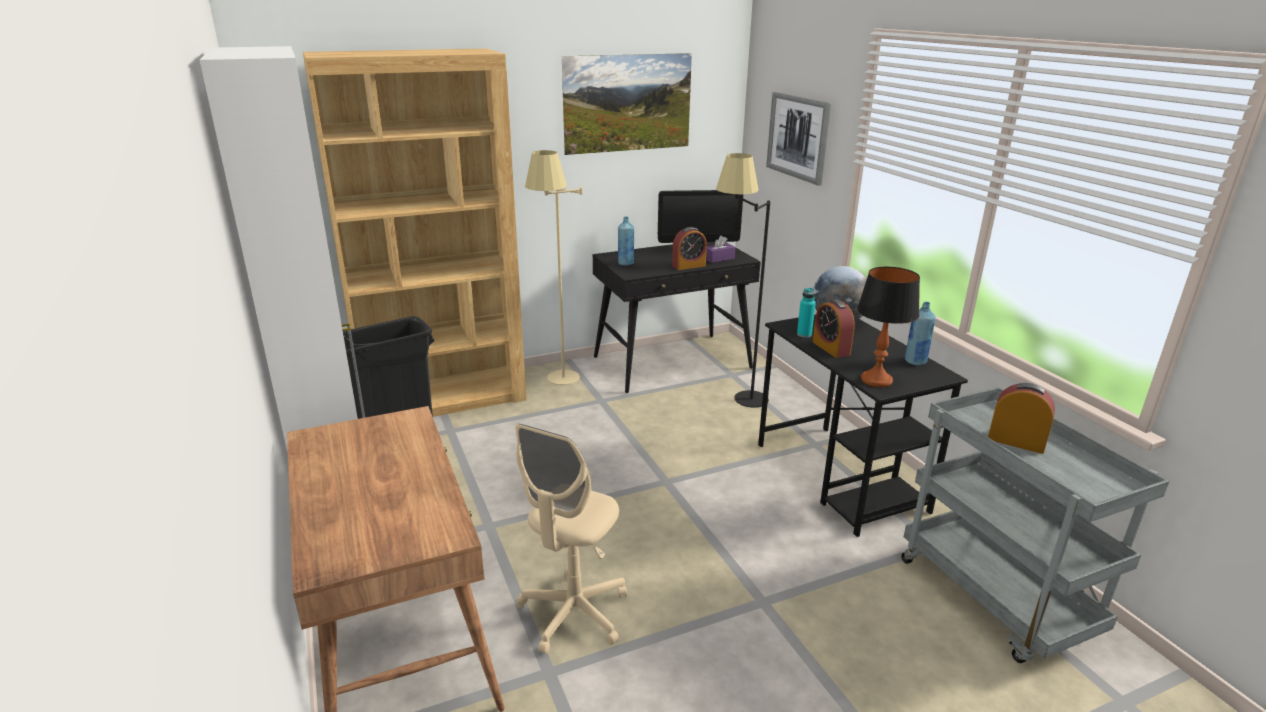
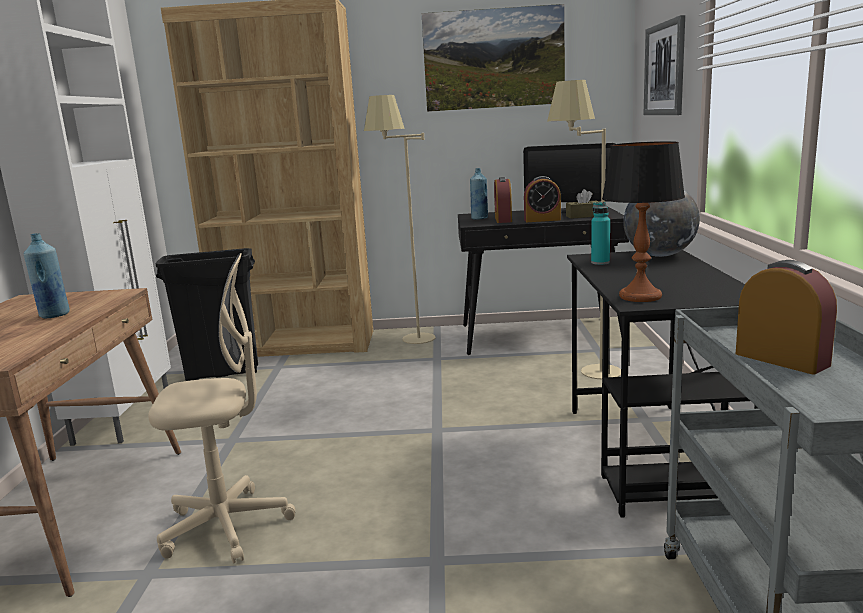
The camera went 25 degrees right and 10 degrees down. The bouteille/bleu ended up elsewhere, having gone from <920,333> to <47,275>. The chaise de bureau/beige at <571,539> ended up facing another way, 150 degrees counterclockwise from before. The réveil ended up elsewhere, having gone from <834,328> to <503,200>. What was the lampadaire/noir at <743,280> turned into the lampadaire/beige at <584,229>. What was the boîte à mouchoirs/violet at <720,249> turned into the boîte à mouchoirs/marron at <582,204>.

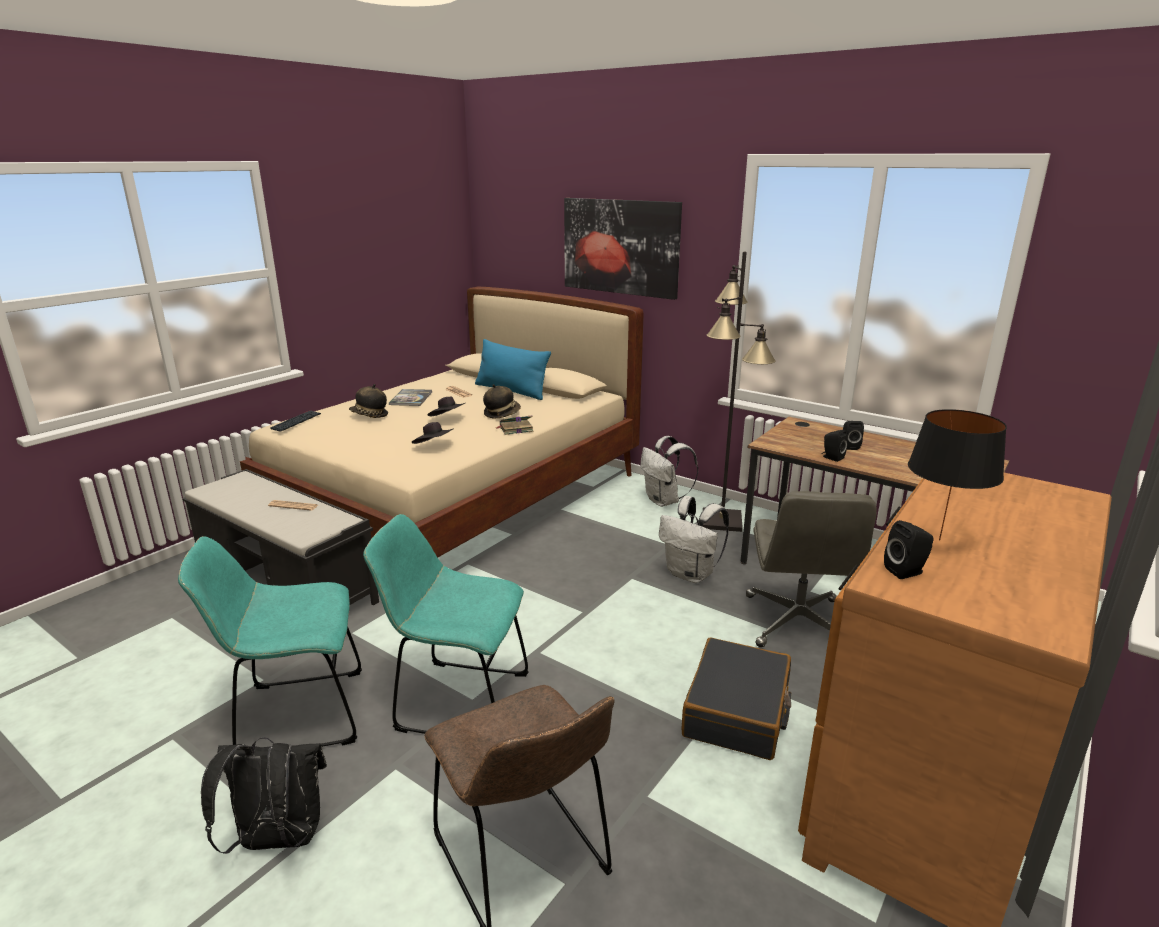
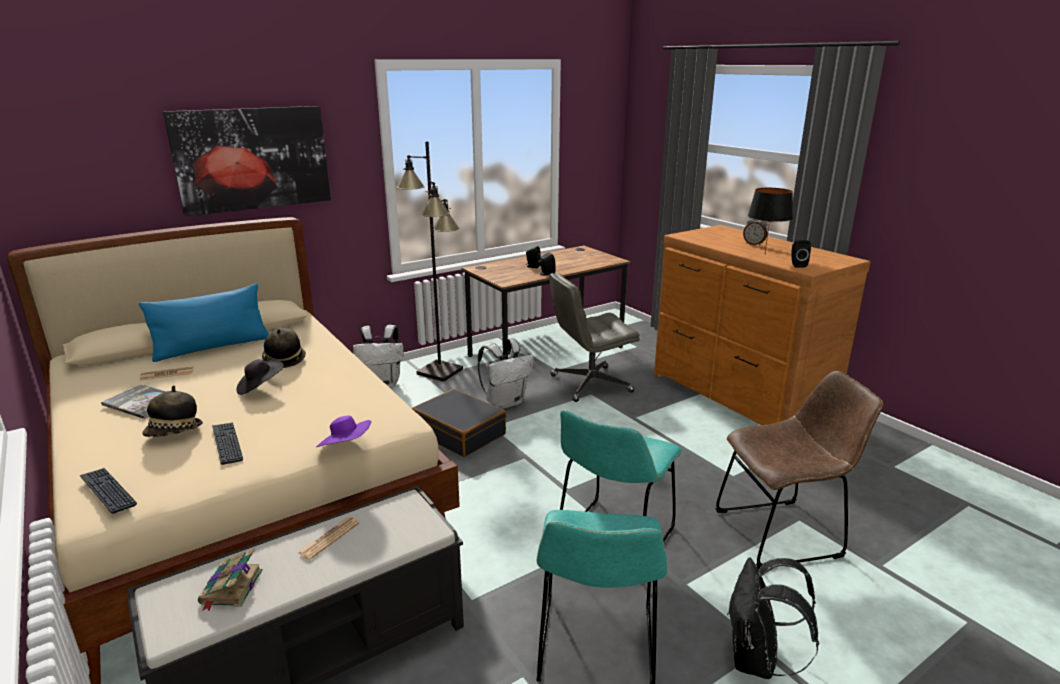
The camera went 70 degrees left and 0 degrees up. The livre ended up elsewhere, having gone from <514,425> to <230,580>. The second view gained the clavier at <227,443>. The second view gained the chapeau/violet at <343,431>. The valise/noir ended up elsewhere, having gone from <736,699> to <459,423>. The chaise de bureau/gris at <811,569> ended up facing another way, 135 degrees clockwise from before. The second view gained the réveil at <755,232>. The second view lost the chapeau/noir at <433,433>.

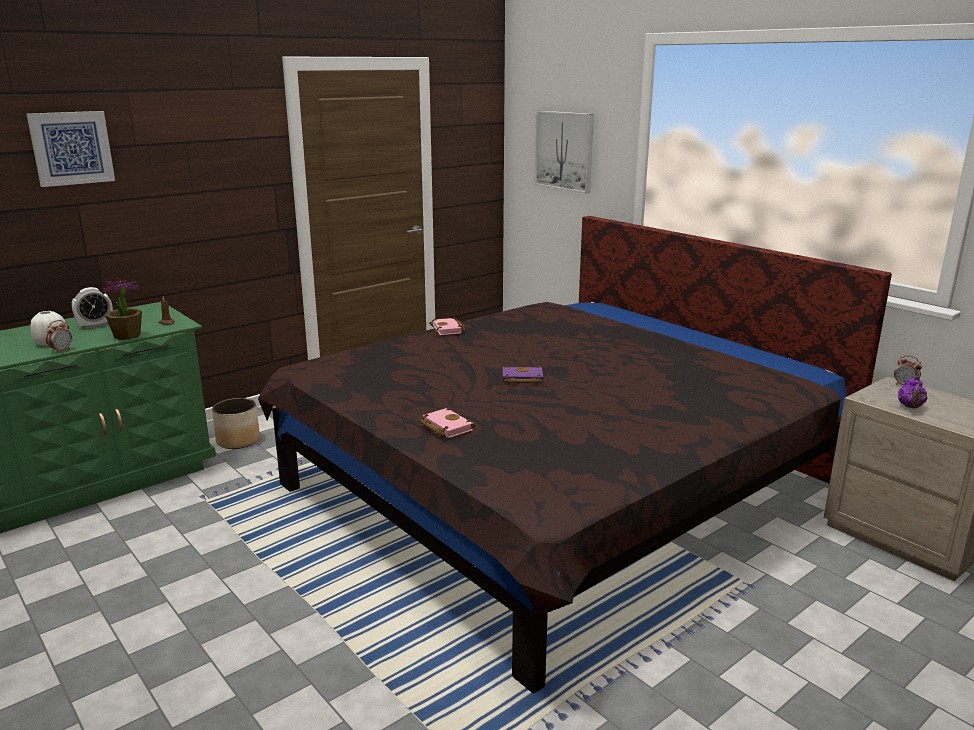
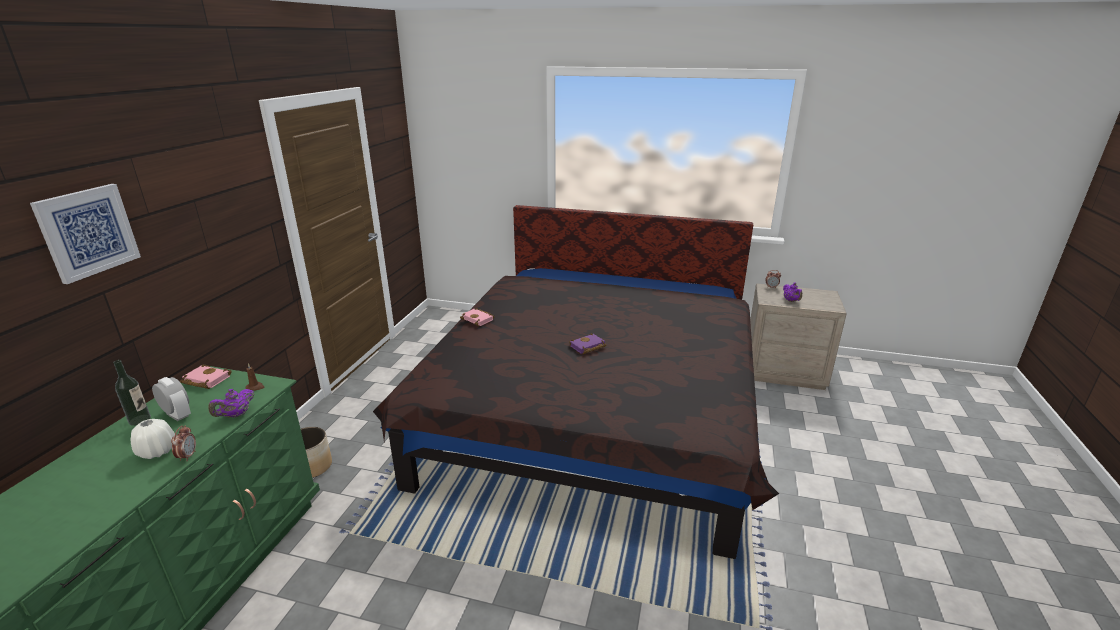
The camera went 35 degrees left and 5 degrees up. The second view gained the bouteille at <132,393>. The réveil at <92,308> ended up facing another way, 75 degrees counterclockwise from before. The livre/rose ended up elsewhere, having gone from <447,422> to <206,377>. Where the plante en pot stood at <122,310>, the théière/violet came to stand at <231,403>. The second view lost the tableau at <564,152>.

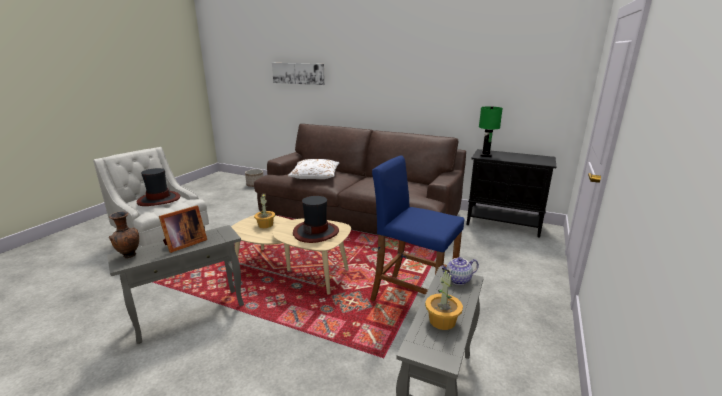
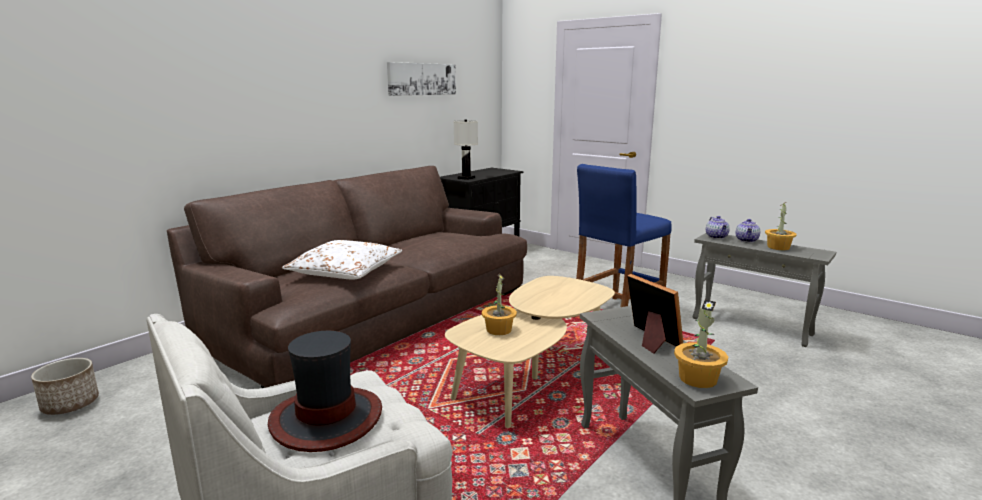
The camera went 75 degrees left and 5 degrees down. The tableau ended up elsewhere, having gone from <298,74> to <421,79>. What was the lampe de table/vert at <491,131> turned into the lampe de table/blanc at <466,150>. Where the vase/marron stood at <124,234>, the plante en pot came to stand at <701,343>. The second view gained the théière at <748,231>. The second view lost the chapeau at <316,219>.

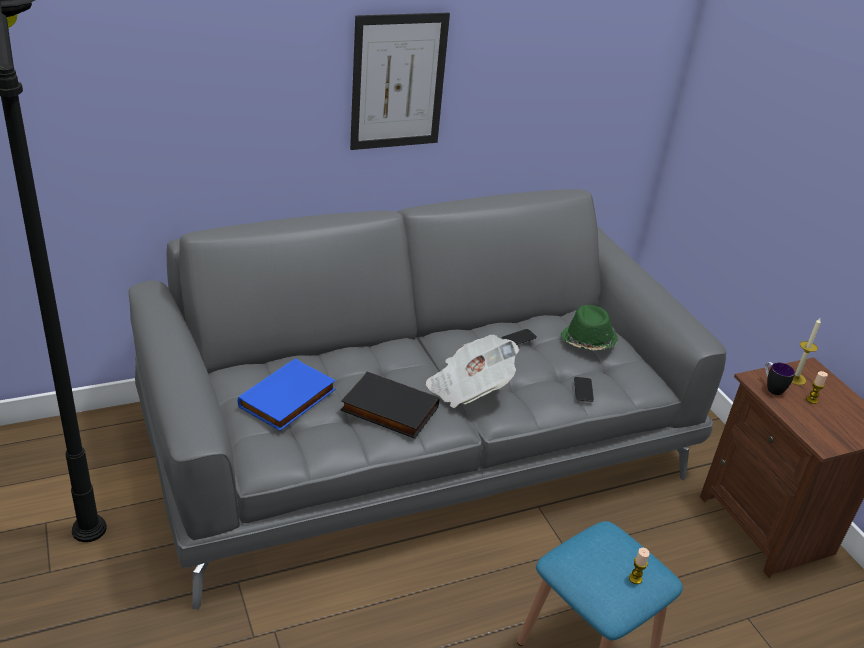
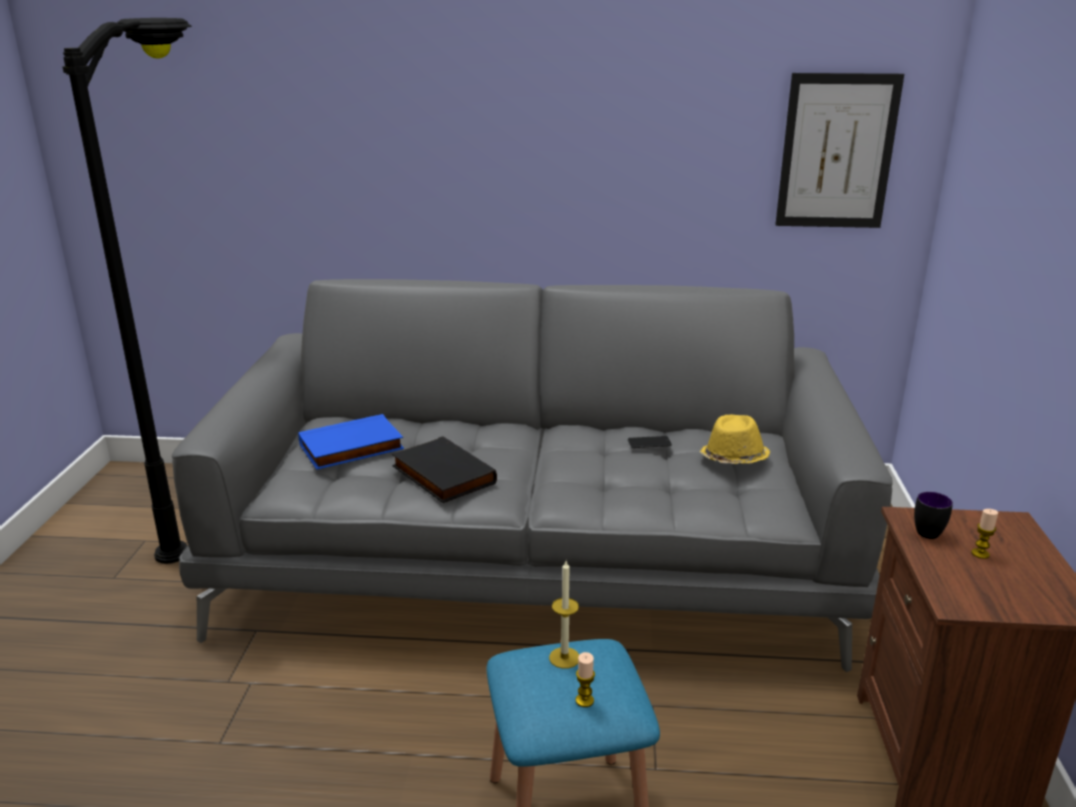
The camera went 30 degrees right and 10 degrees down. The bougie ended up elsewhere, having gone from <806,351> to <564,615>. What was the chapeau/vert at <589,327> turned into the chapeau/jaune at <735,439>. The tableau ended up elsewhere, having gone from <400,81> to <839,150>. The second view lost the journal at <472,371>. The second view lost the téléphone at <584,389>.

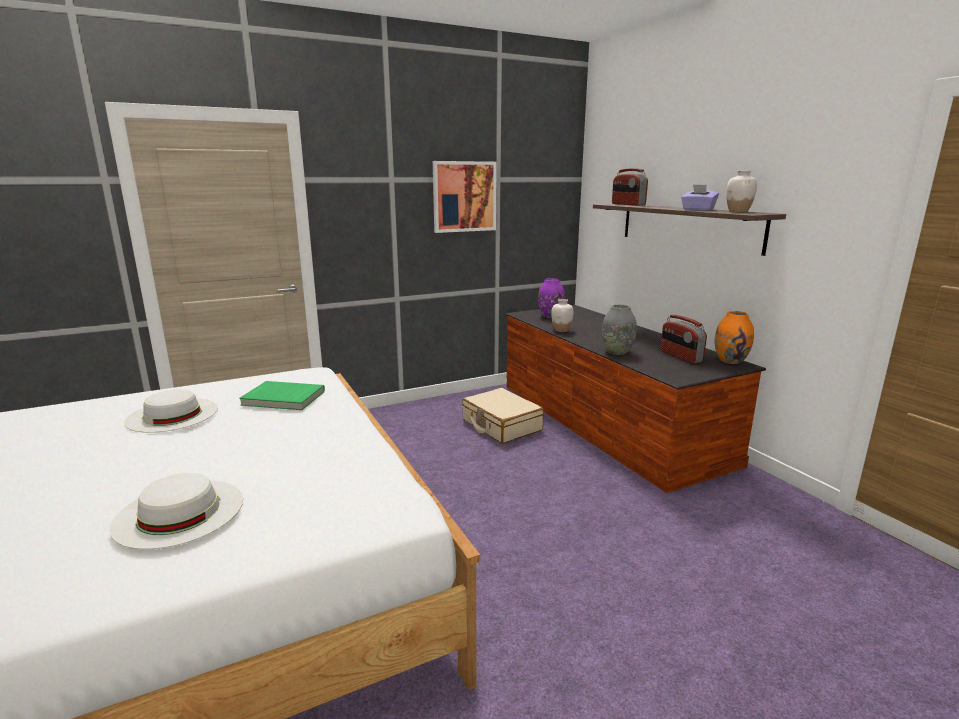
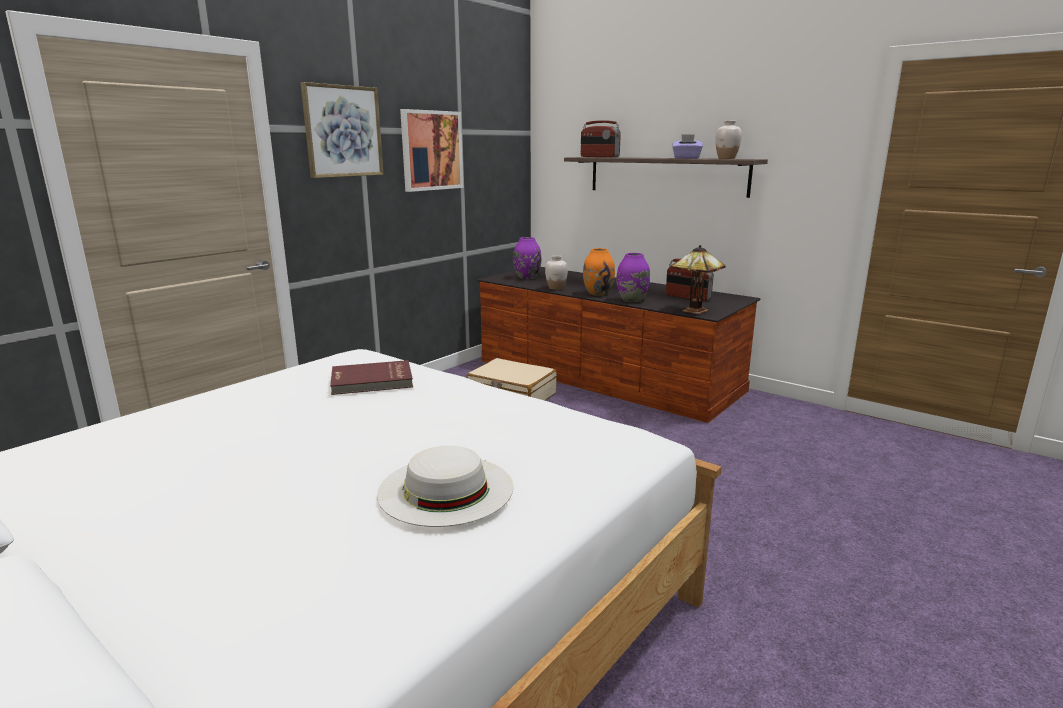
The camera went 25 degrees left and 0 degrees up. The second view gained the tableau at <342,130>. What was the livre/vert at <282,395> turned into the livre/rouge at <371,377>. The vase/orange ended up elsewhere, having gone from <734,337> to <599,272>. What was the vase/gris at <619,329> turned into the vase/violet at <633,277>. The second view gained the lampe de table at <698,279>. The second view lost the chapeau/blanc at <171,411>.

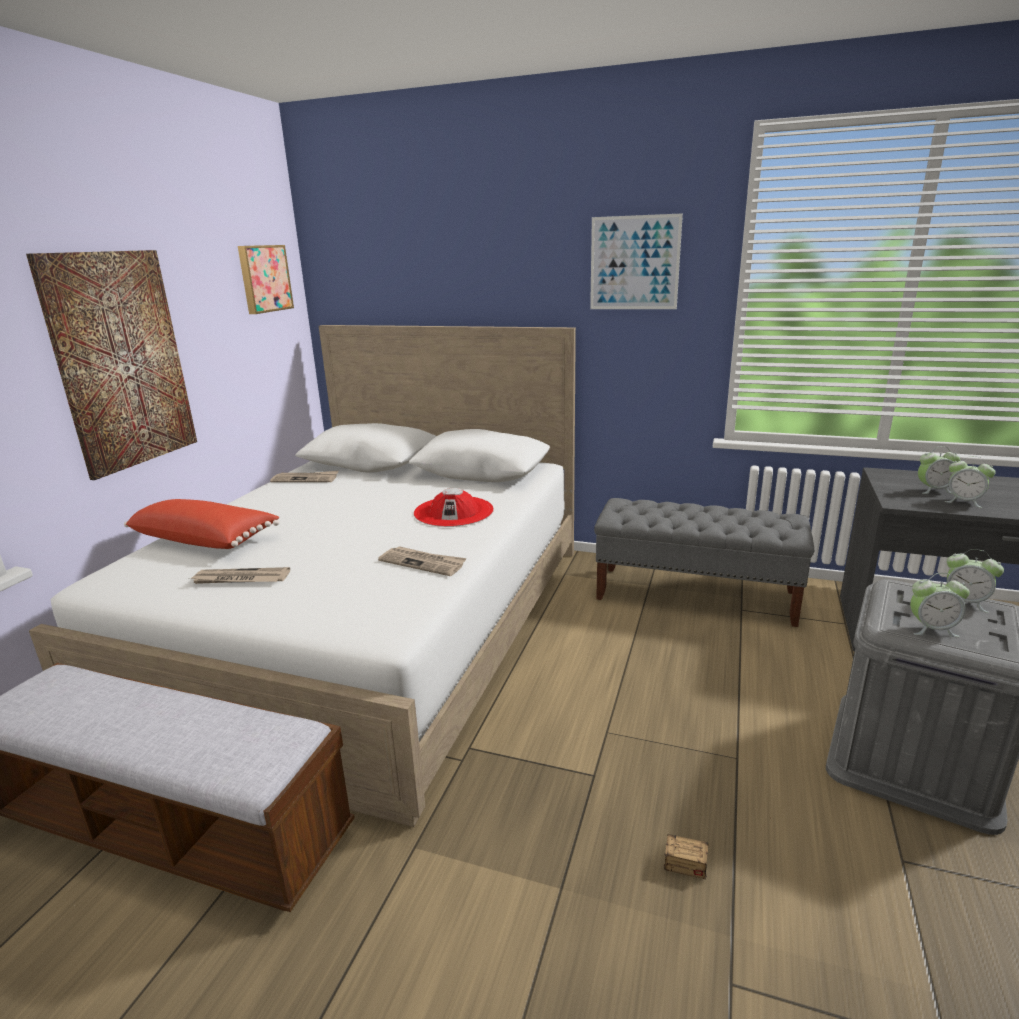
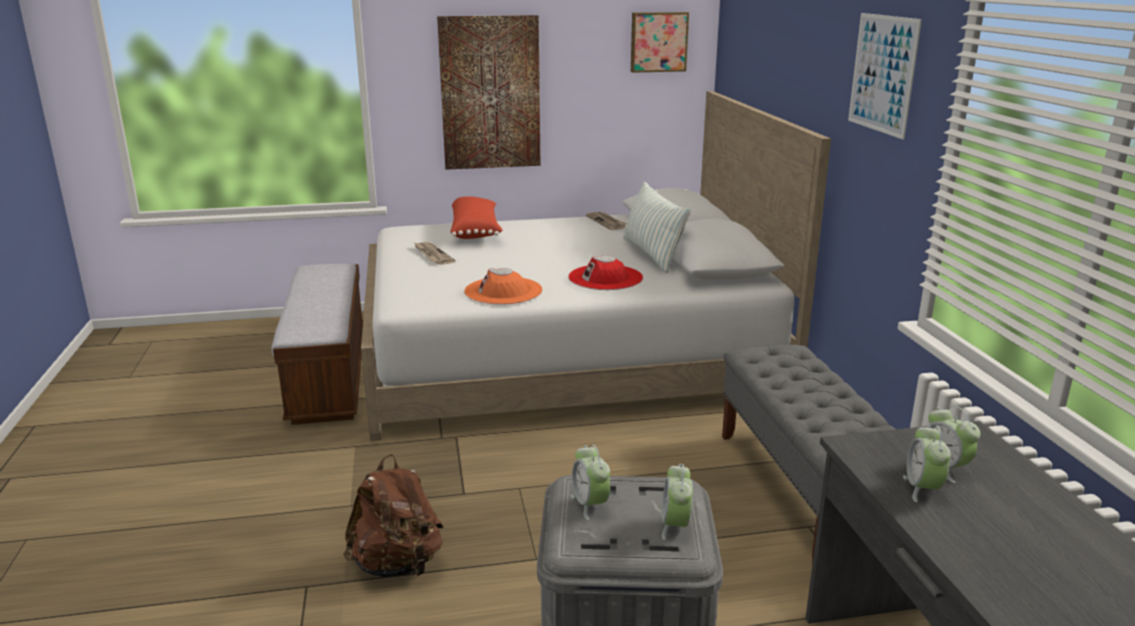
The camera went 60 degrees right and 0 degrees up. Where the boîte de rangement stood at <719,849>, the sac à dos/marron came to stand at <394,516>. Where the journal stood at <422,561>, the chapeau/orange came to stand at <503,286>. The second view gained the coussin at <657,227>.

